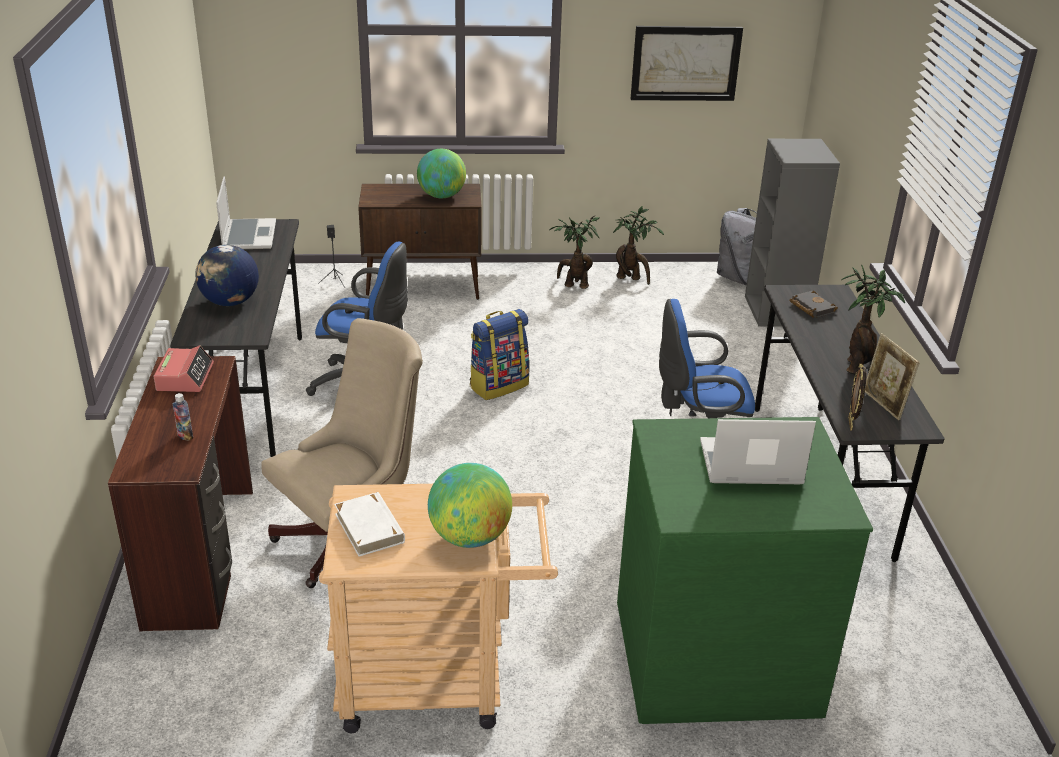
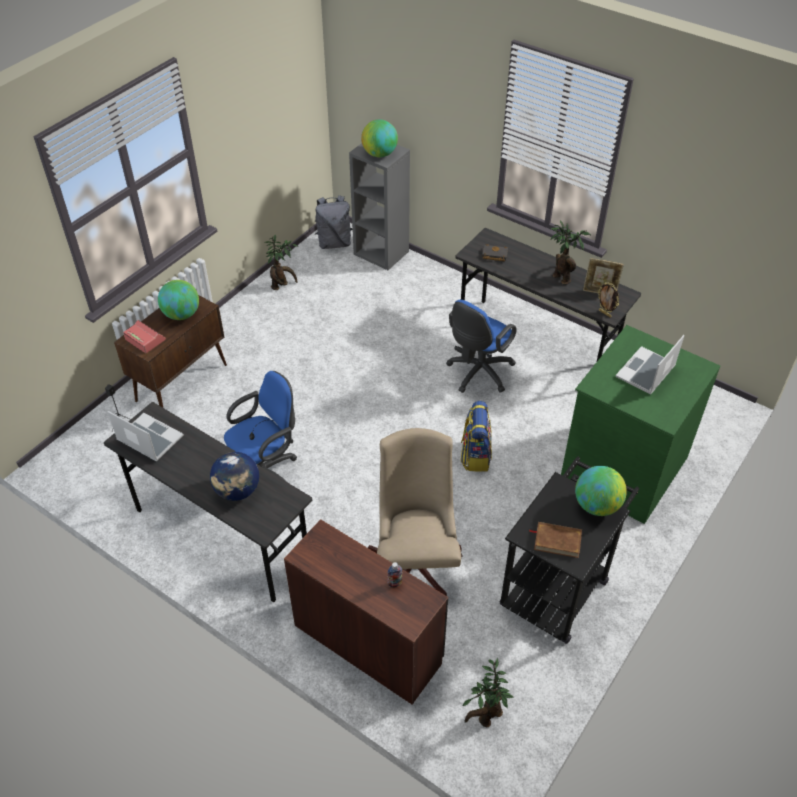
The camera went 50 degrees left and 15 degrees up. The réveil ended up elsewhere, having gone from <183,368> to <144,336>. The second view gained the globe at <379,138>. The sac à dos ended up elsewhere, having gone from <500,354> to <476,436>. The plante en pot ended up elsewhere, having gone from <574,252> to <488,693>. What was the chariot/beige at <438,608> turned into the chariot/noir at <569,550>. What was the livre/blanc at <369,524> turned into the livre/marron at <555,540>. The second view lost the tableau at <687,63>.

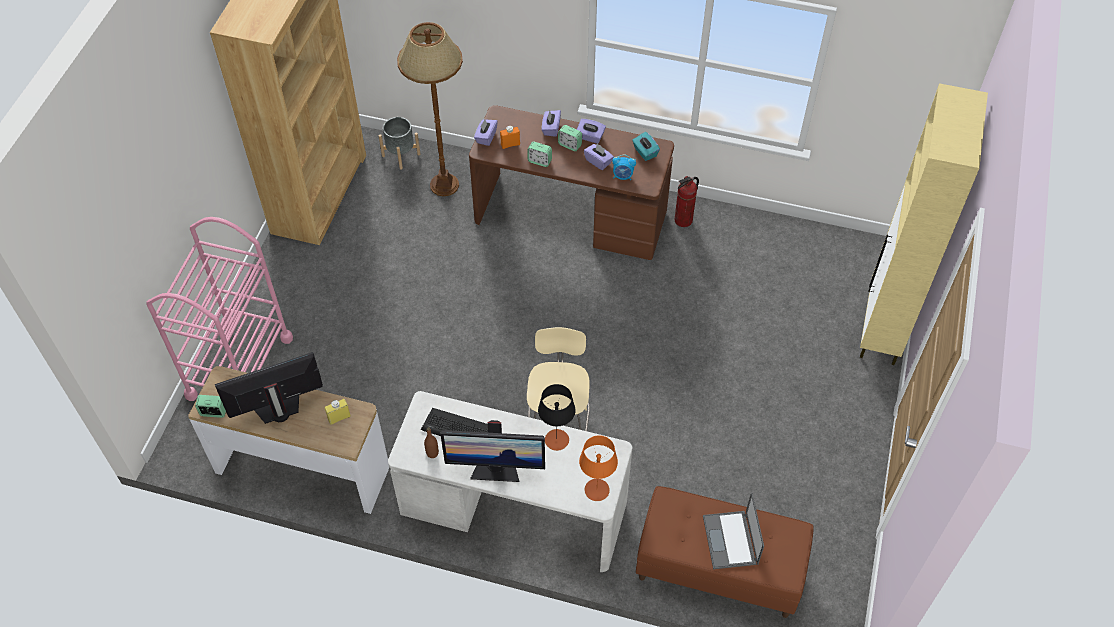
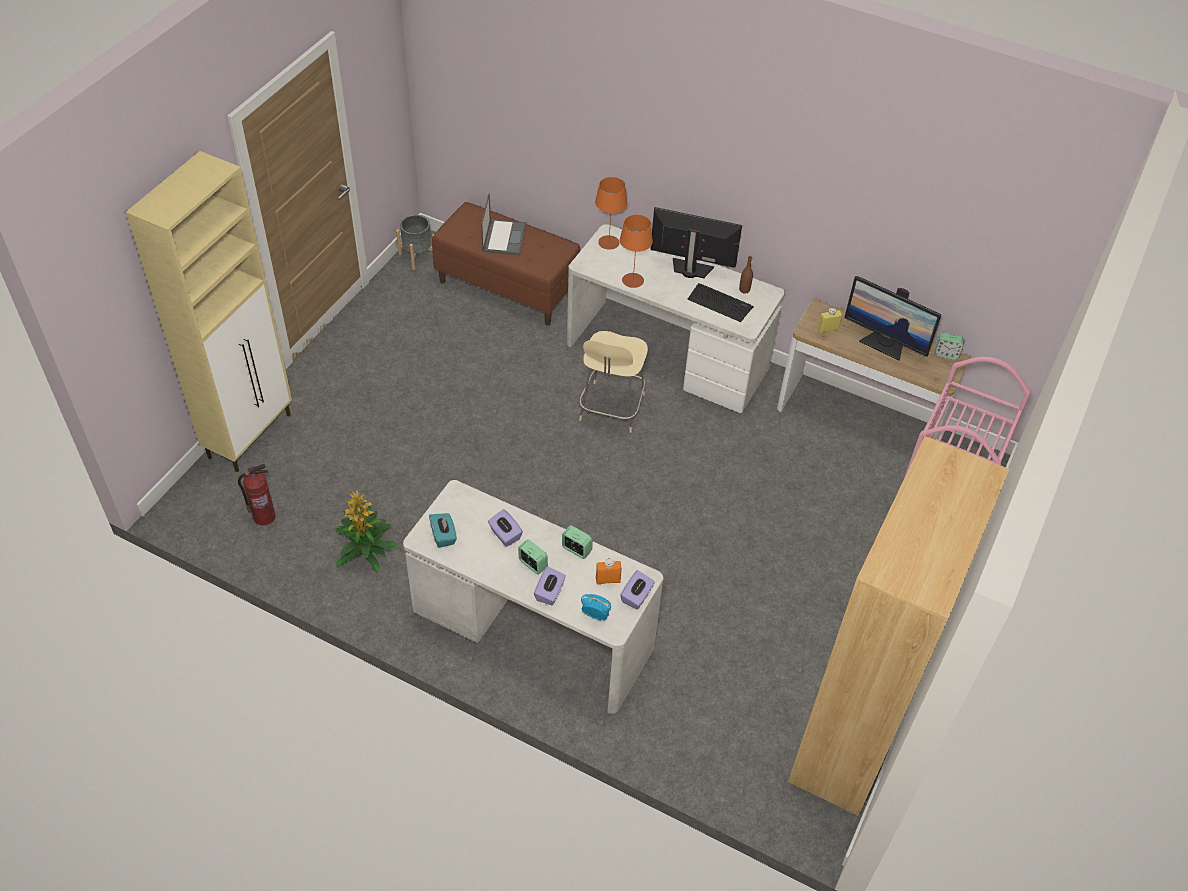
The camera went 170 degrees left and 5 degrees down. The extincteur ended up elsewhere, having gone from <686,201> to <257,495>. The second view gained the plante en pot at <366,531>. The cache-pot/gris ended up elsewhere, having gone from <399,143> to <415,242>. What was the bureau/marron at <571,182> turned into the bureau/blanc at <533,597>. The réveil ended up elsewhere, having gone from <624,167> to <596,607>. What was the lampe de table/noir at <557,417> turned into the lampe de table/orange at <636,251>. The écran d'ordinateur at <269,388> ended up facing another way, 45 degrees clockwise from before. The second view lost the lampadaire/marron at <430,109>. The second view lost the boîte à mouchoirs/violet at <591,131>.

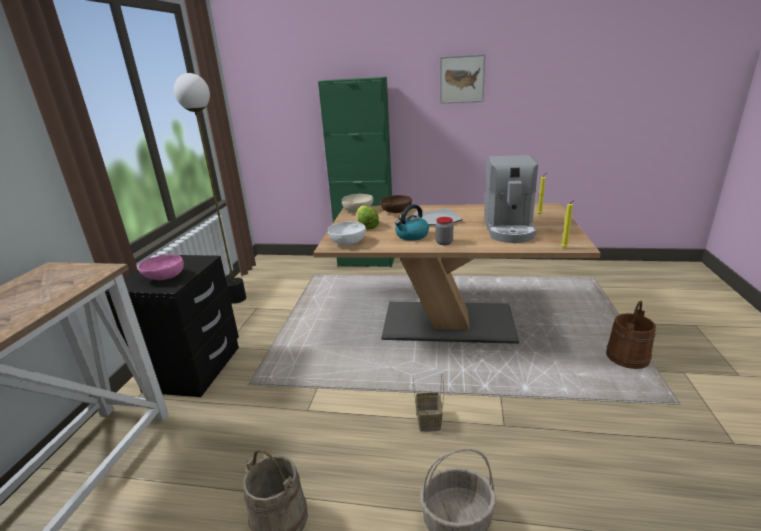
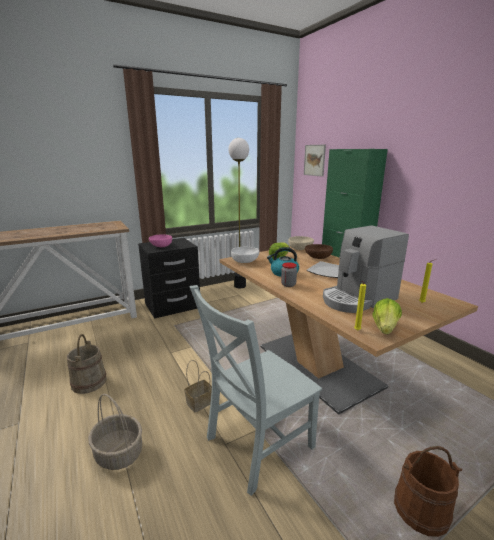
The camera went 50 degrees right and 5 degrees down. The second view gained the chaise/gris at <255,390>. The tableau ended up elsewhere, having gone from <462,79> to <315,161>. The second view gained the laitue at <387,316>.

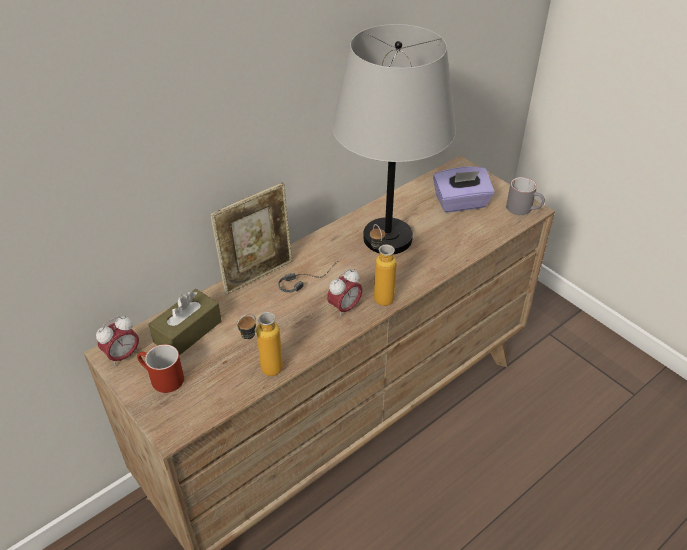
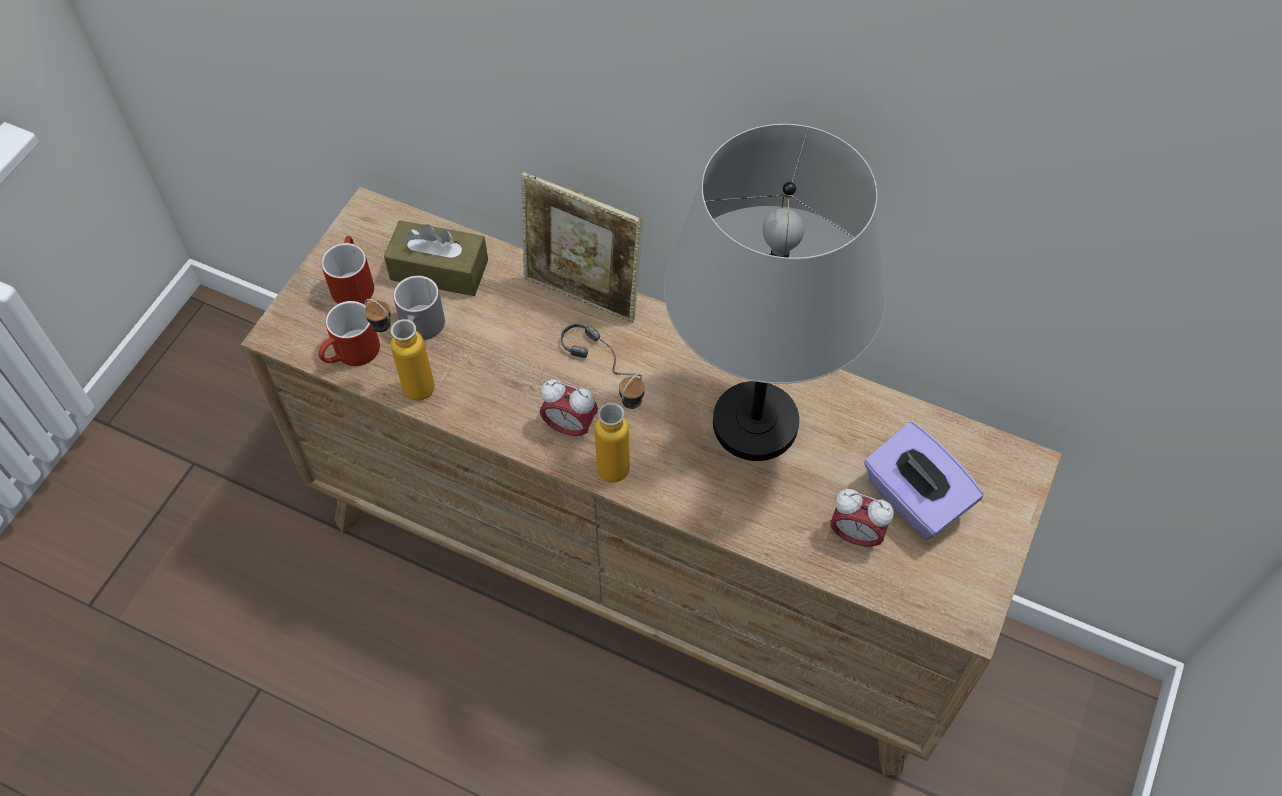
The camera went 65 degrees right and 15 degrees up. The second view gained the mug/rouge at <349,333>. The mug/gris ended up elsewhere, having gone from <525,196> to <419,307>. The réveil ended up elsewhere, having gone from <117,341> to <862,520>.

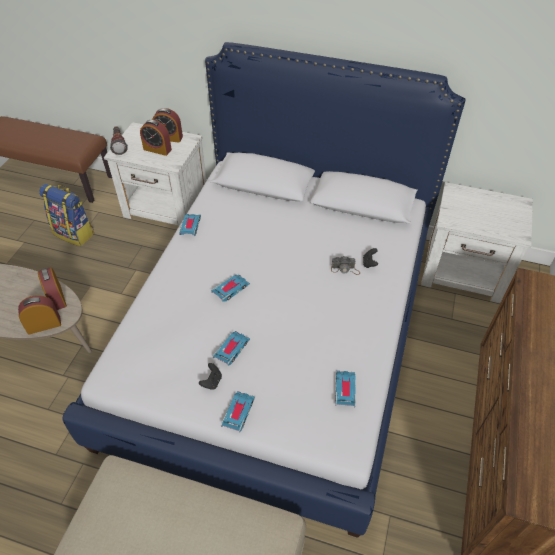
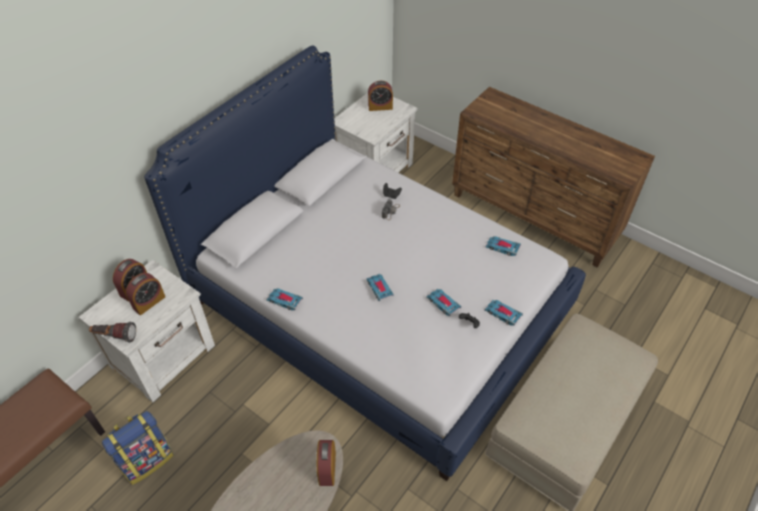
The camera went 70 degrees left and 0 degrees up. The réveil ended up elsewhere, having gone from <52,288> to <380,96>.

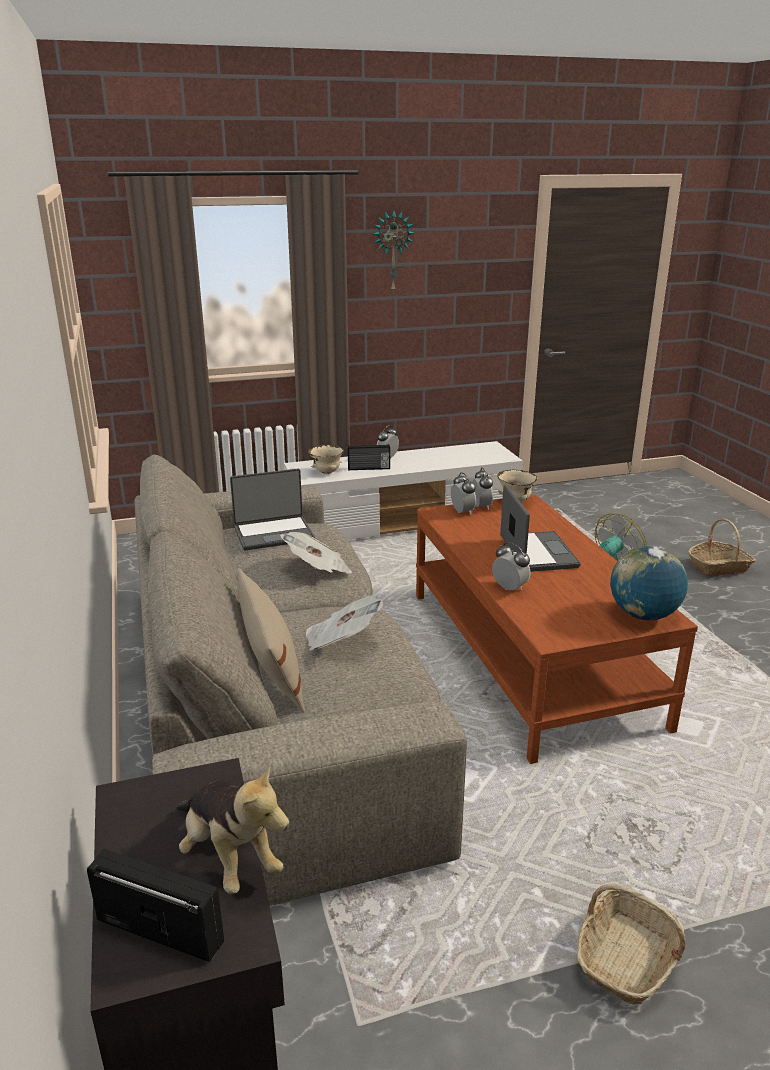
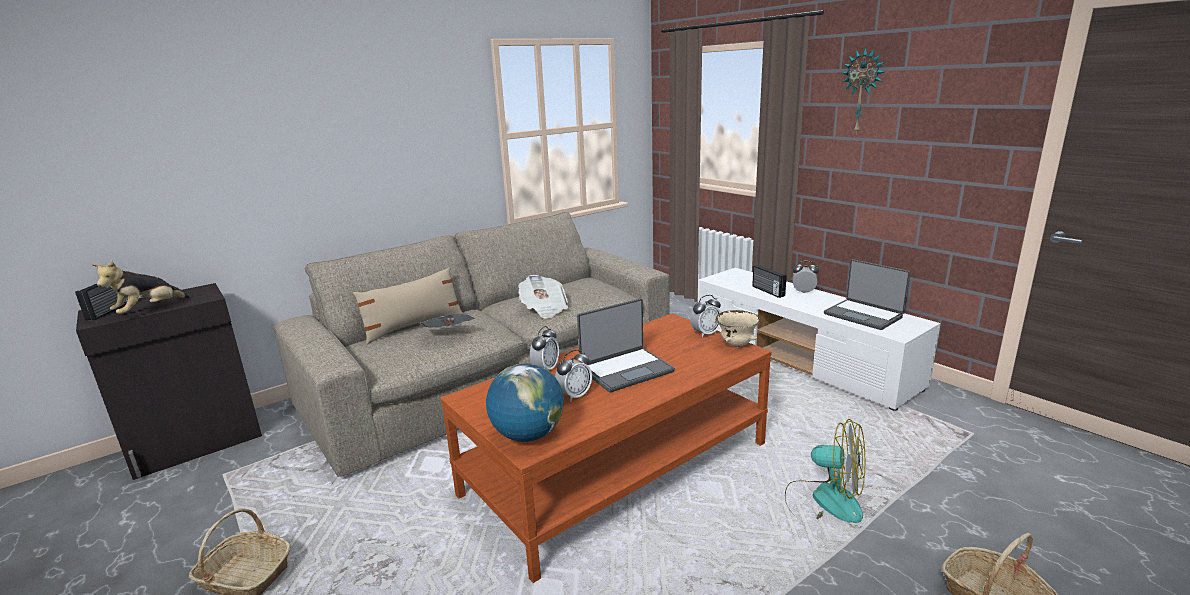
The camera went 70 degrees right and 5 degrees down. The réveil ended up elsewhere, having gone from <463,493> to <573,376>. The ordinateur portable ended up elsewhere, having gone from <272,509> to <867,294>. The second view lost the bol/beige at <326,459>.

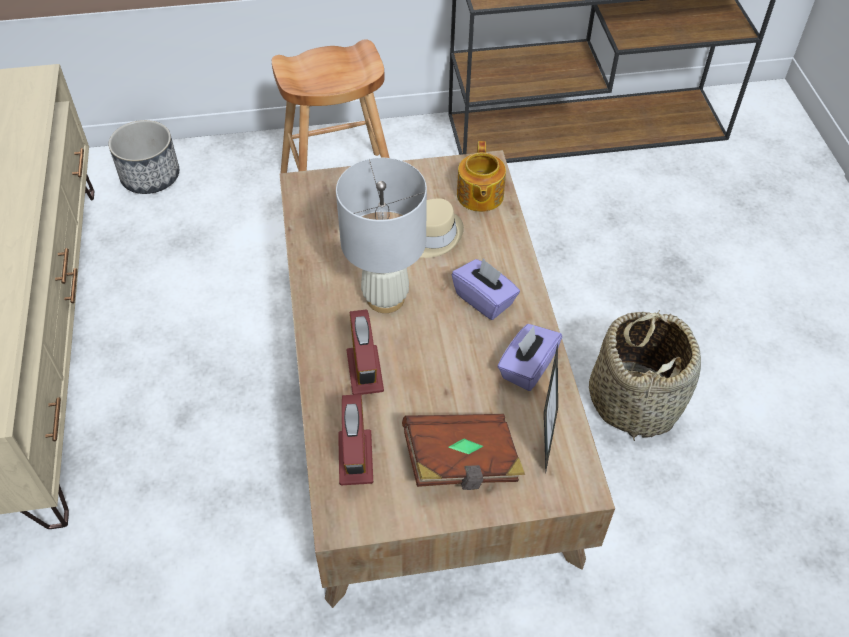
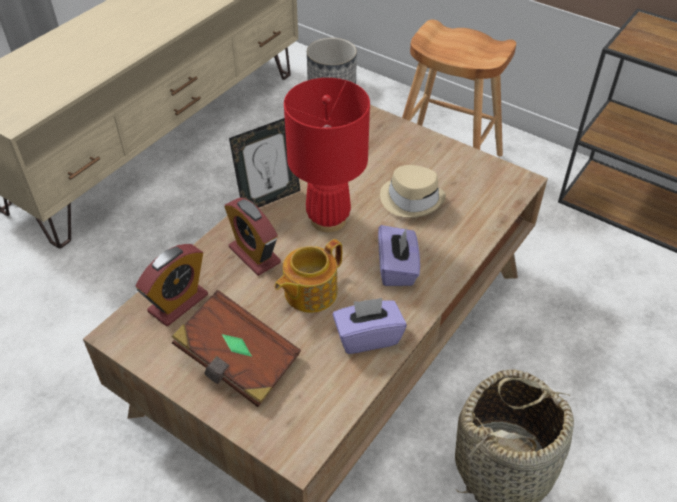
The camera went 45 degrees right and 5 degrees down. The réveil at <365,352> ended up facing another way, 105 degrees clockwise from before. The cadre photo ended up elsewhere, having gone from <551,407> to <264,163>. The théière ended up elsewhere, having gone from <481,176> to <308,276>. What was the lampe de table/blanc at <381,235> turned into the lampe de table/rouge at <327,155>.

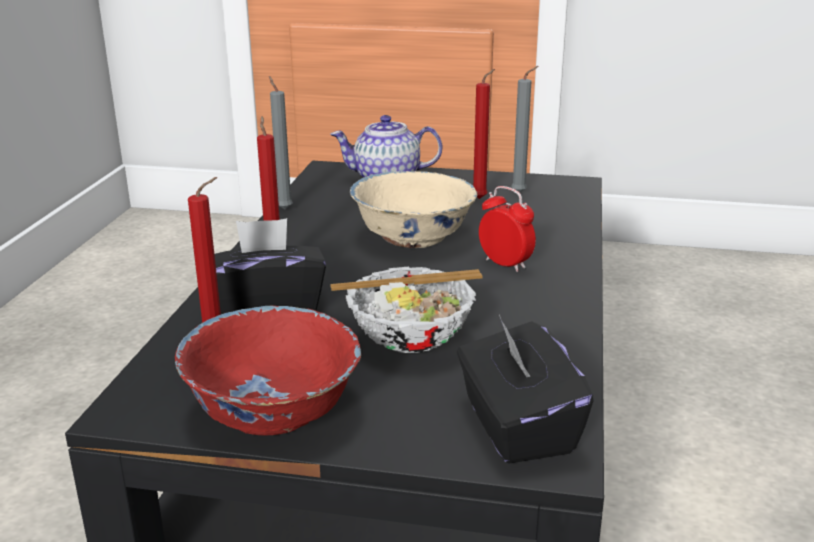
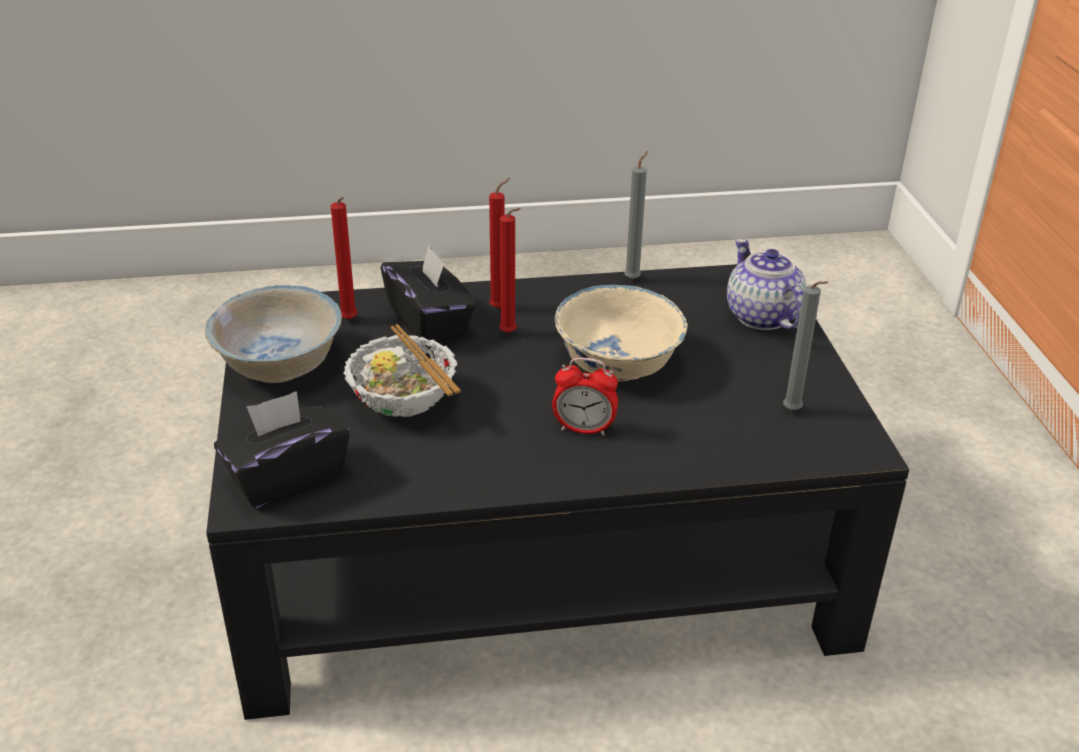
The camera went 70 degrees right and 10 degrees up. What was the bol/rouge at <268,370> turned into the bol/blanc at <273,334>. The bougie/rouge ended up elsewhere, having gone from <484,134> to <510,270>. The réveil at <507,229> ended up facing another way, 75 degrees clockwise from before.

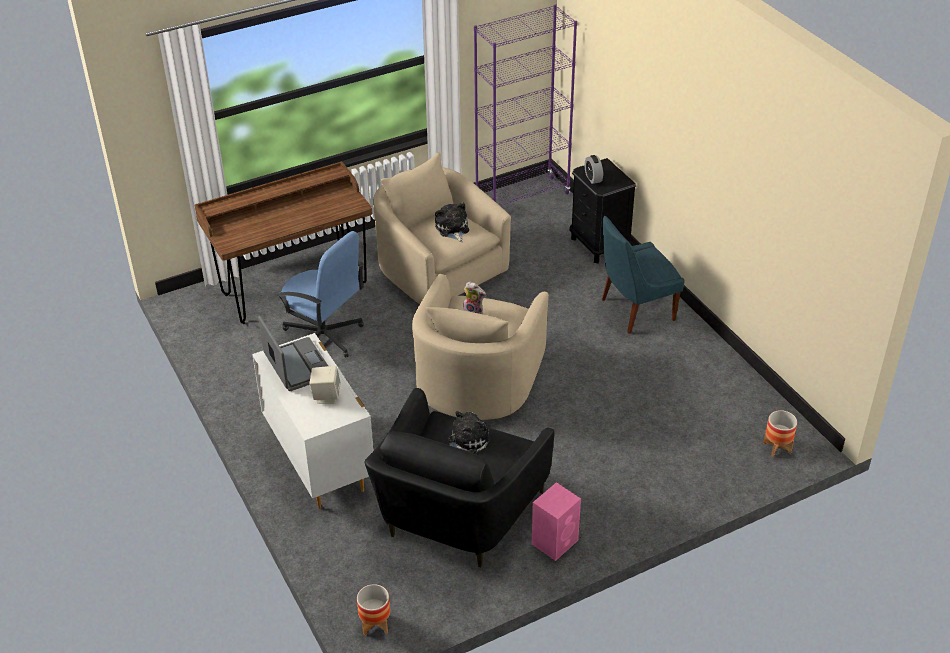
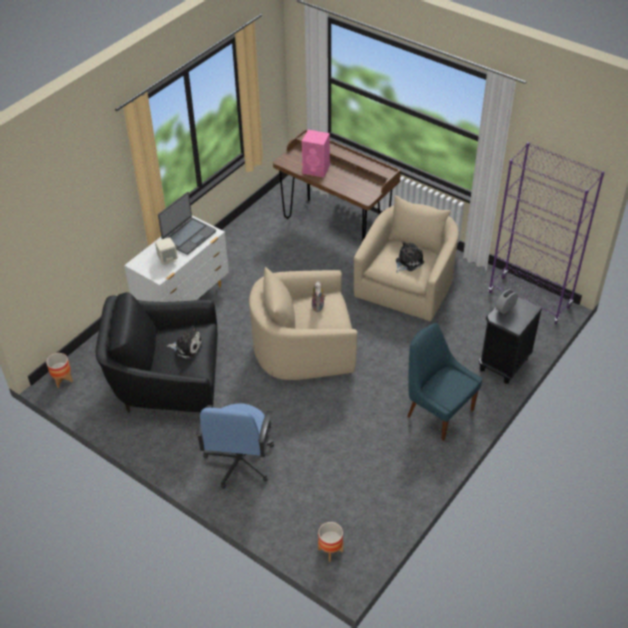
The camera went 65 degrees right and 5 degrees up. The chaise de bureau/bleu ended up elsewhere, having gone from <320,294> to <235,446>. The enceinte/rose ended up elsewhere, having gone from <556,521> to <316,153>.

